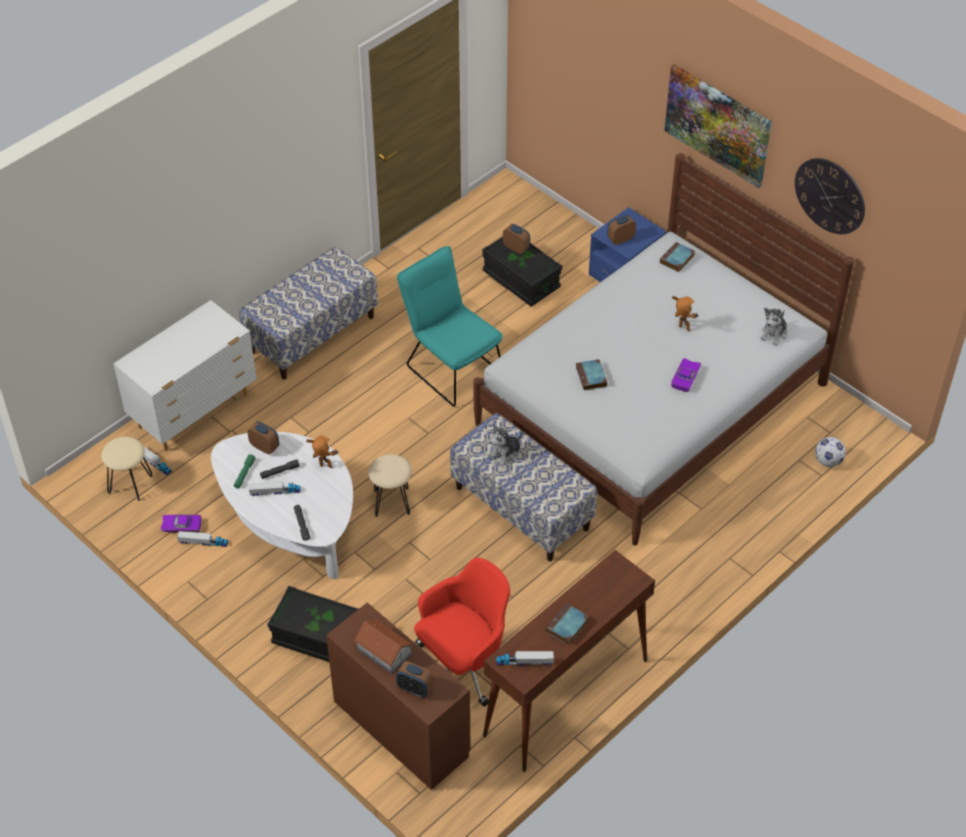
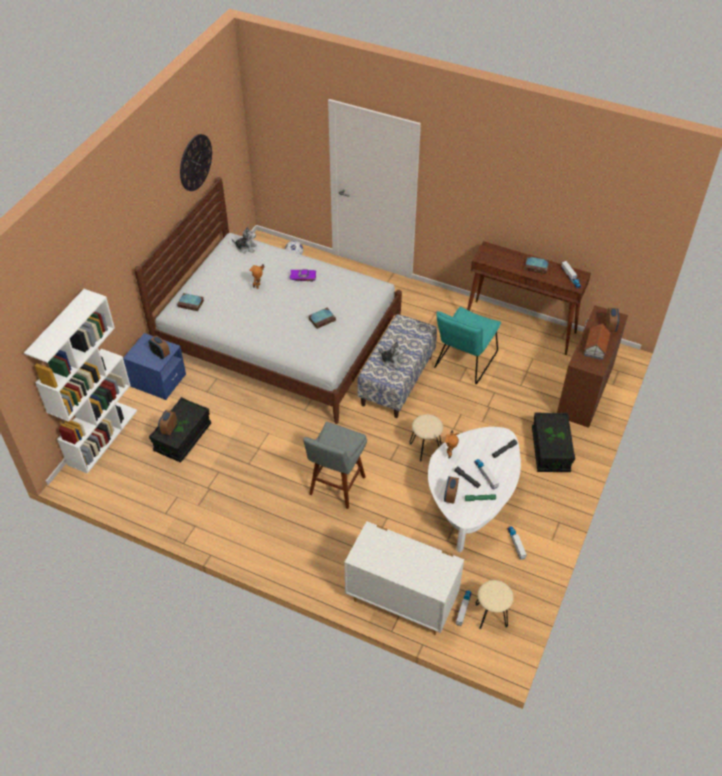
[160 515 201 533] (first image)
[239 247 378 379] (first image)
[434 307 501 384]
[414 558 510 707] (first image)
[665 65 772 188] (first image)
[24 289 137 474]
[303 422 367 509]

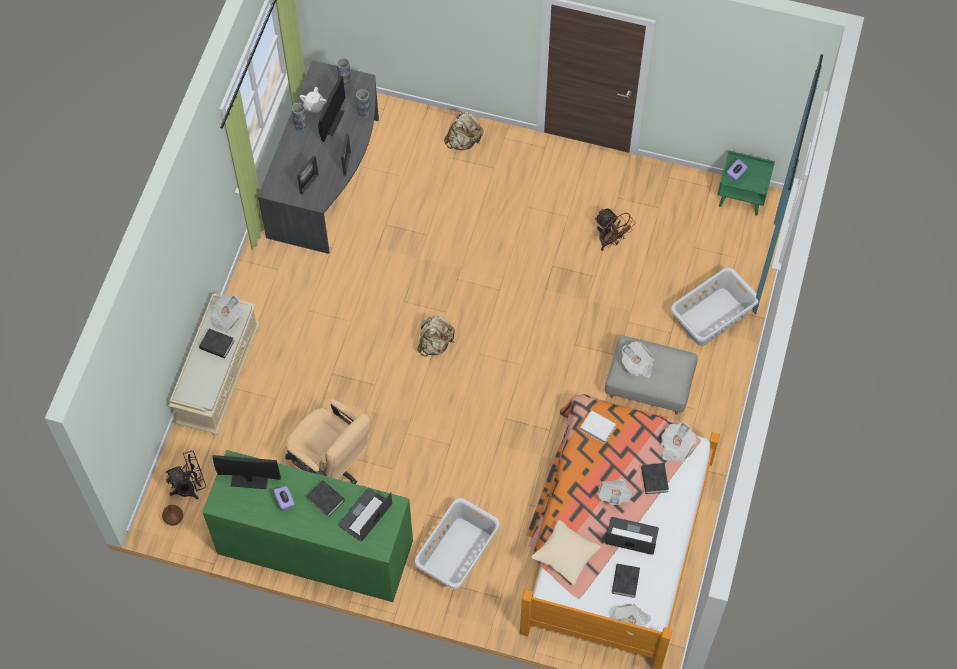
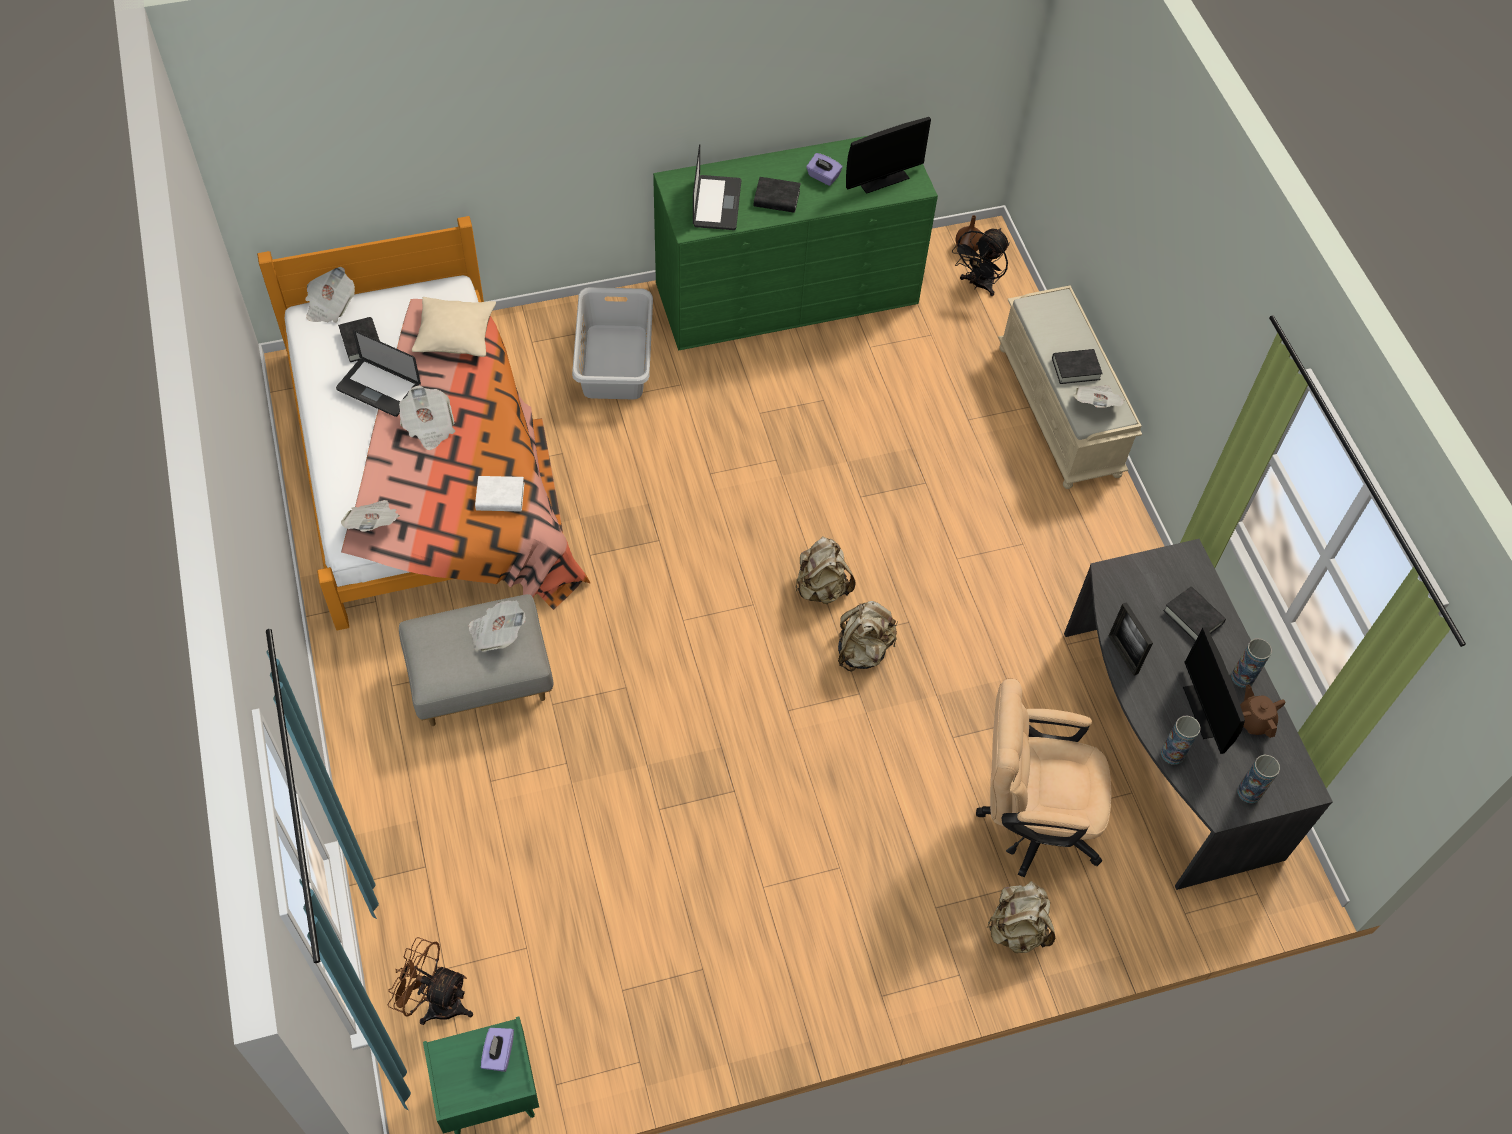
[976 679 1111 878]
[297 155 318 194] (first image)
[1240 685 1285 738]
[388 937 473 1025]
[336 330 421 417]
[1163 586 1226 641]
[671 267 759 346] (first image)
[838 601 898 671]

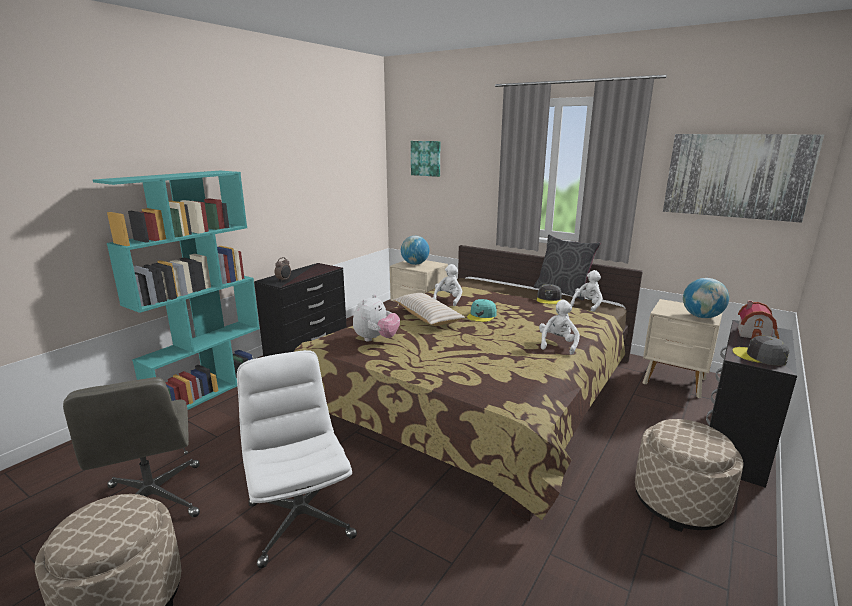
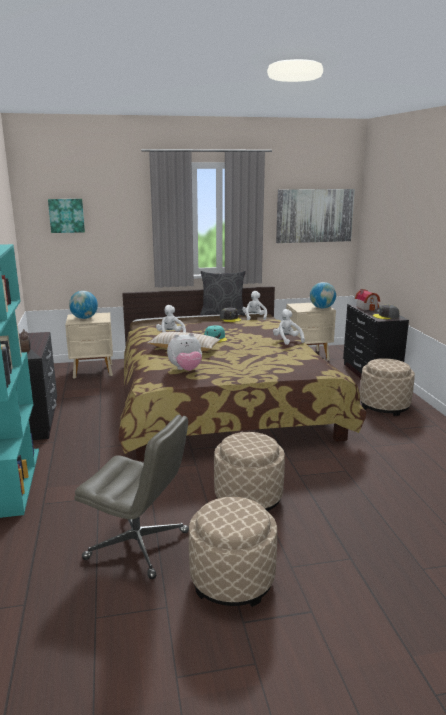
[214 432 285 511]
[167 333 202 371]

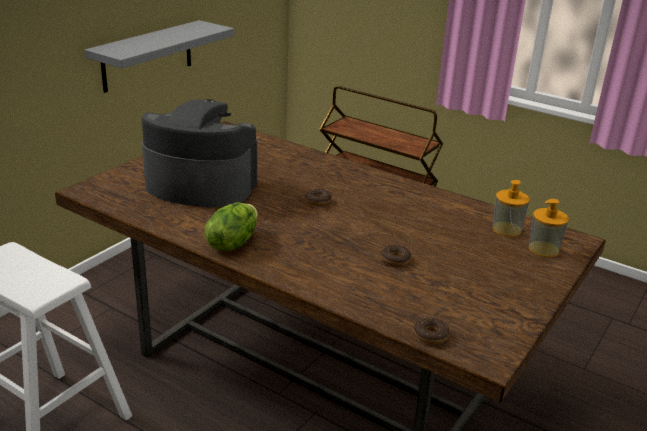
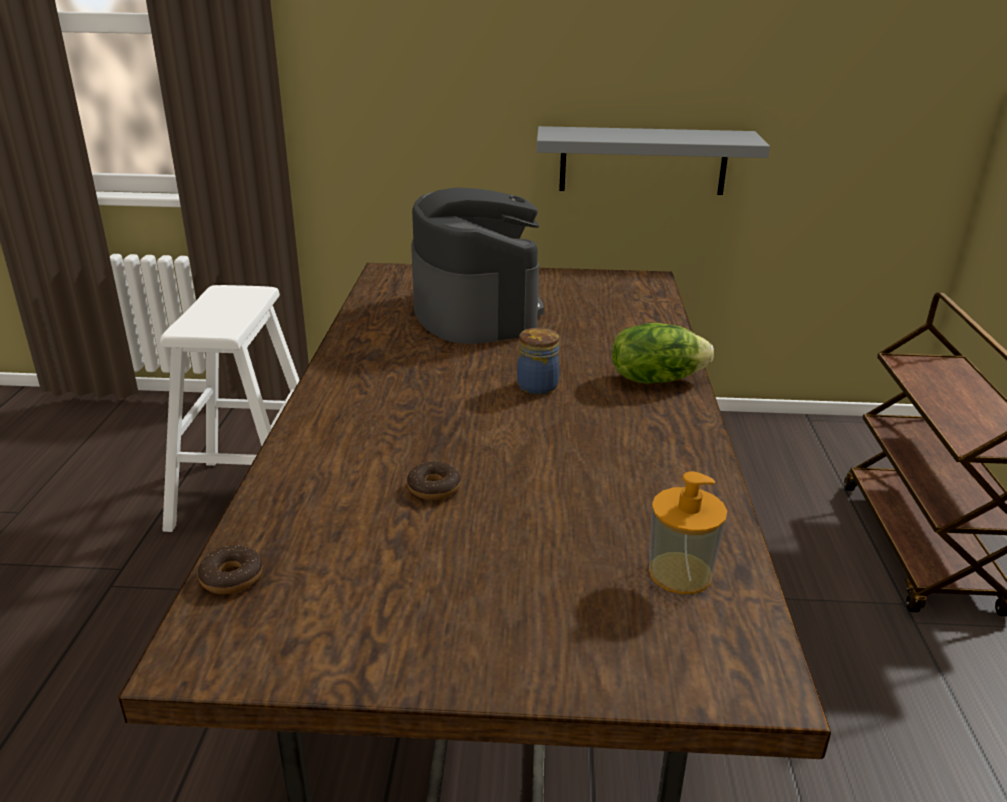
[612 323 714 384]
[517 328 559 394]
[529 199 569 257] (first image)

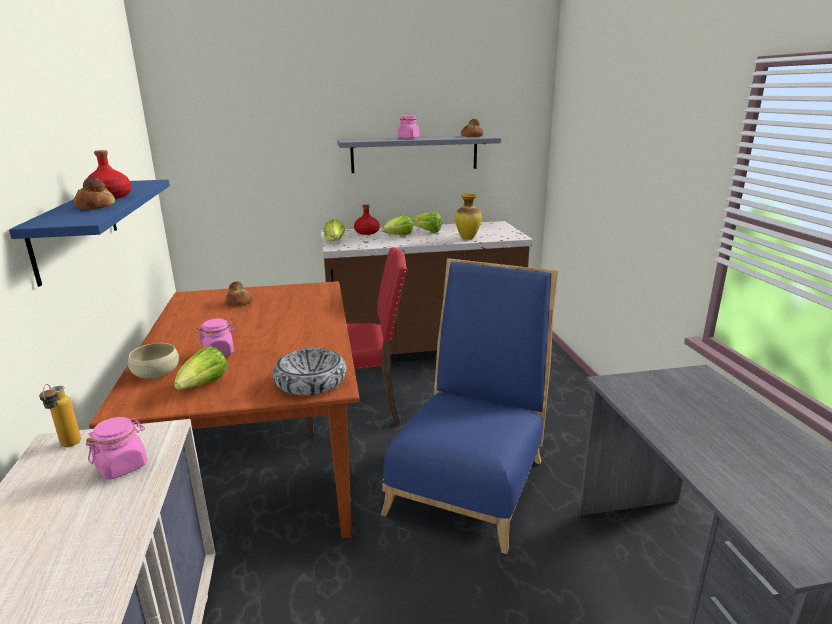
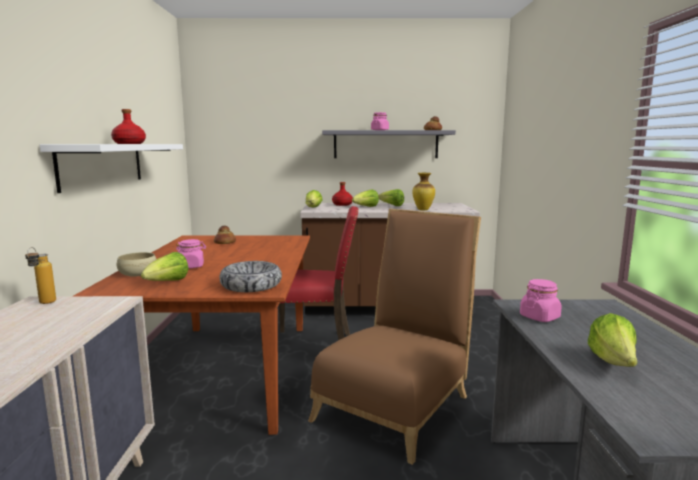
[40 144 183 193]
[73 177 115 209] (first image)
[520 279 562 322]
[308 209 481 465]
[588 313 638 367]

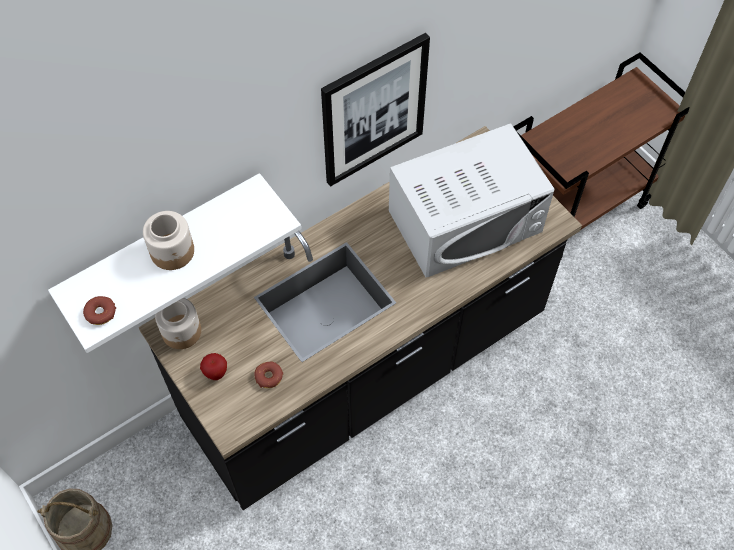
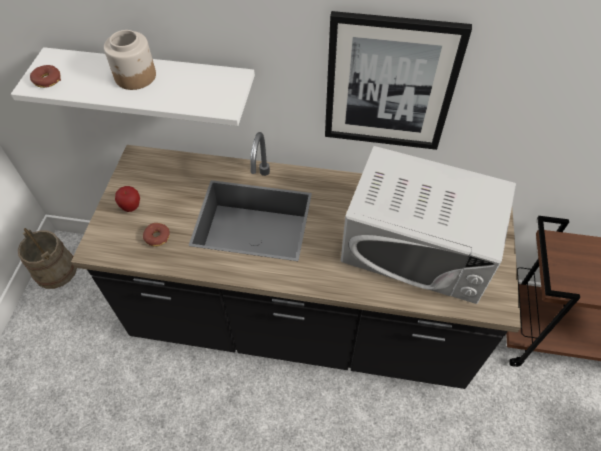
[155 298 201 349] (first image)

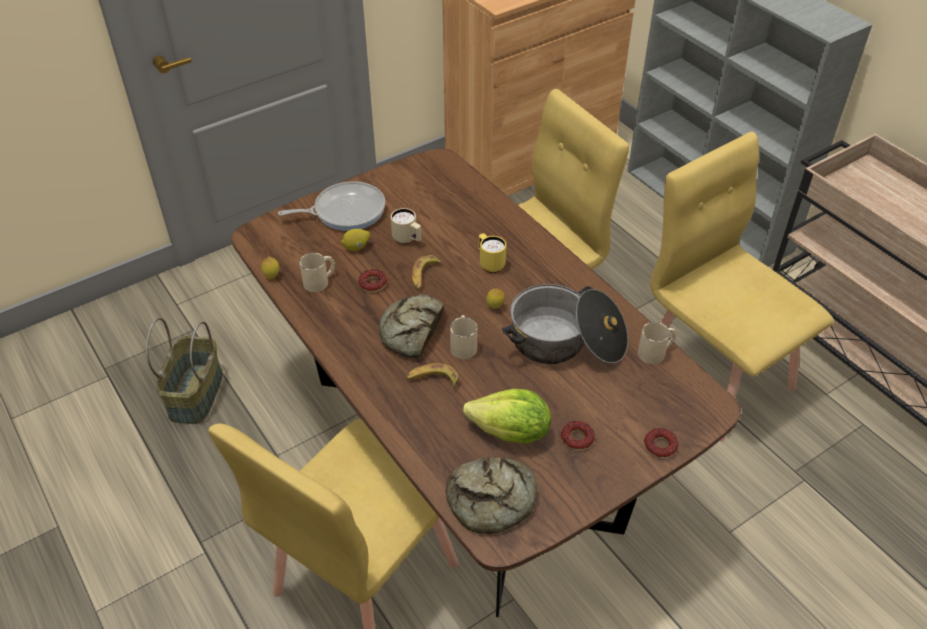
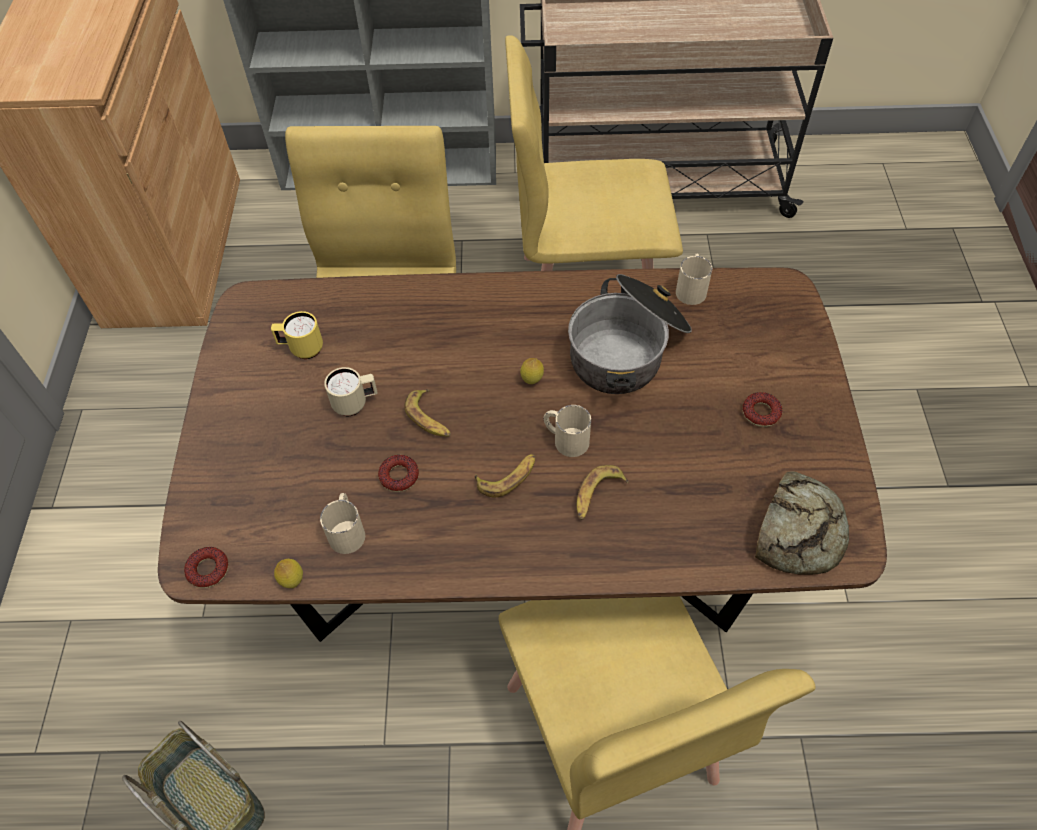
[278 181 385 231] (first image)
[341 229 370 251] (first image)
[475 454 535 497]
[463 389 551 444] (first image)
[271 311 323 359]
[184 547 229 588]

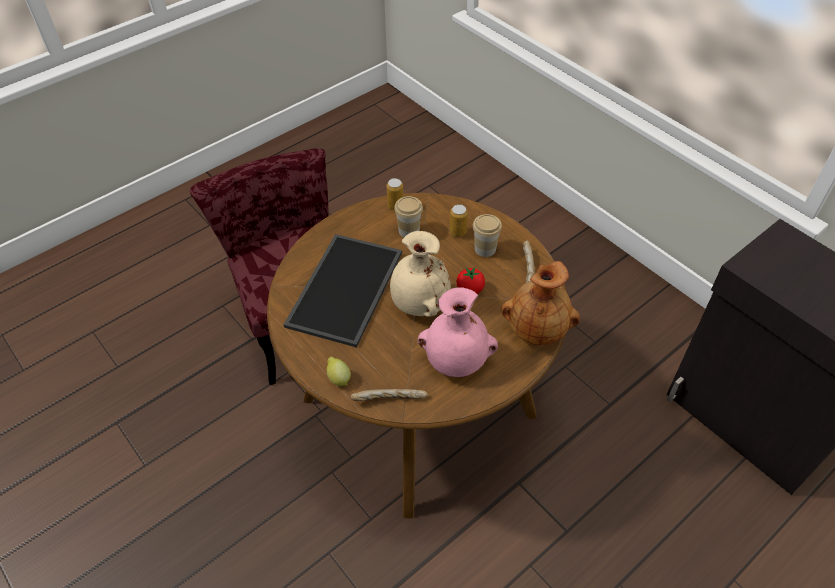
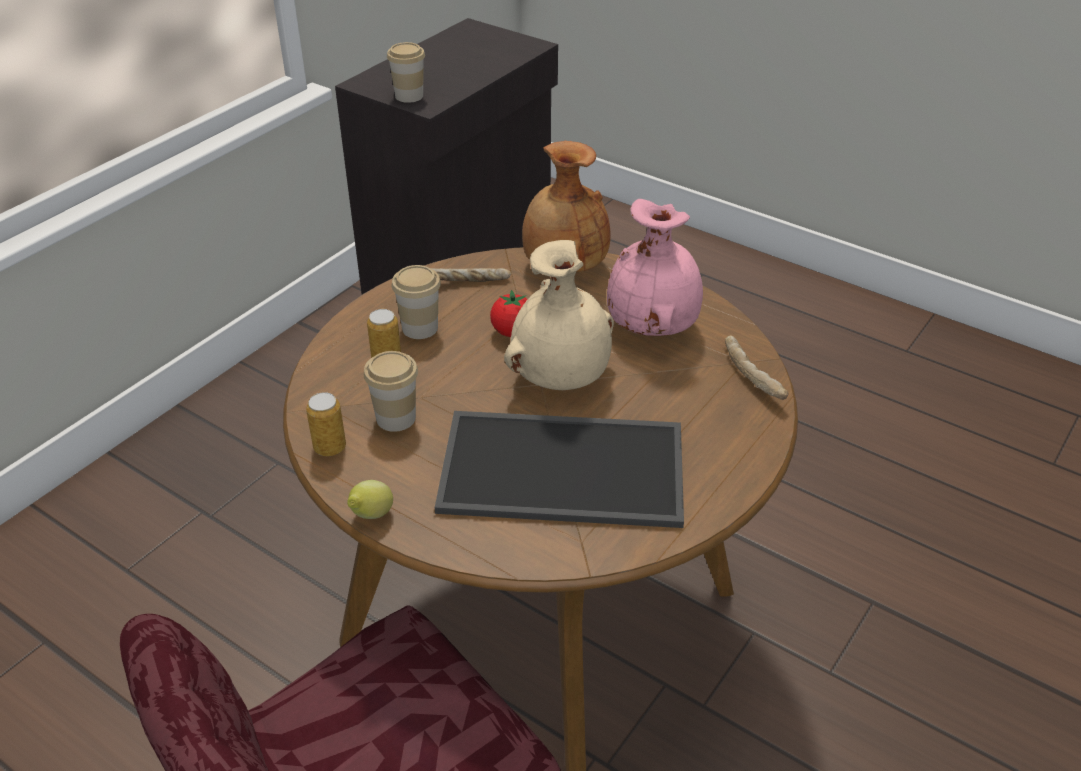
[347 480 393 519]
[387 42 425 103]

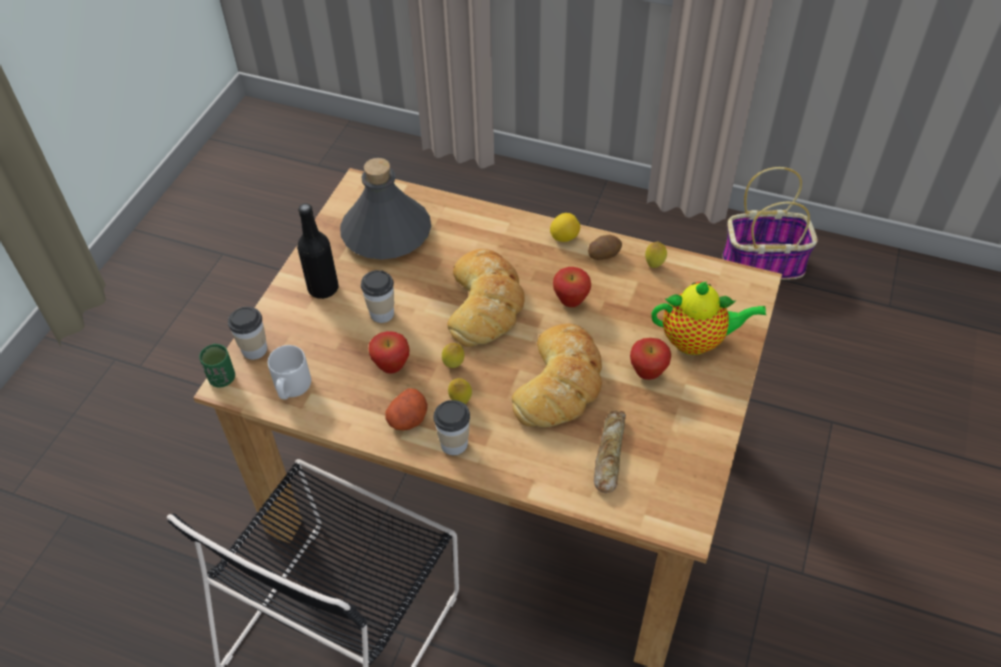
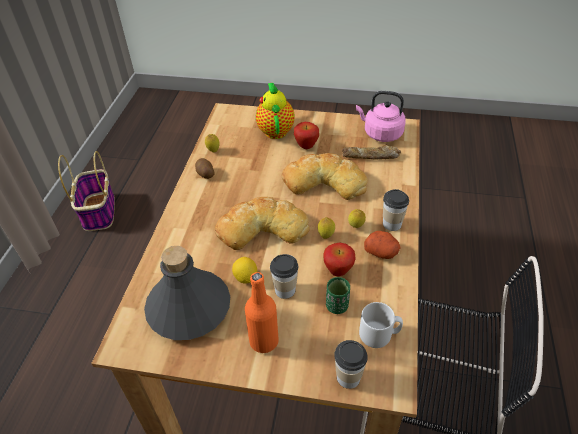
[326 277 350 314]
[245 272 279 353]
[232 257 258 284]
[553 267 591 307] (first image)
[356 91 406 142]

